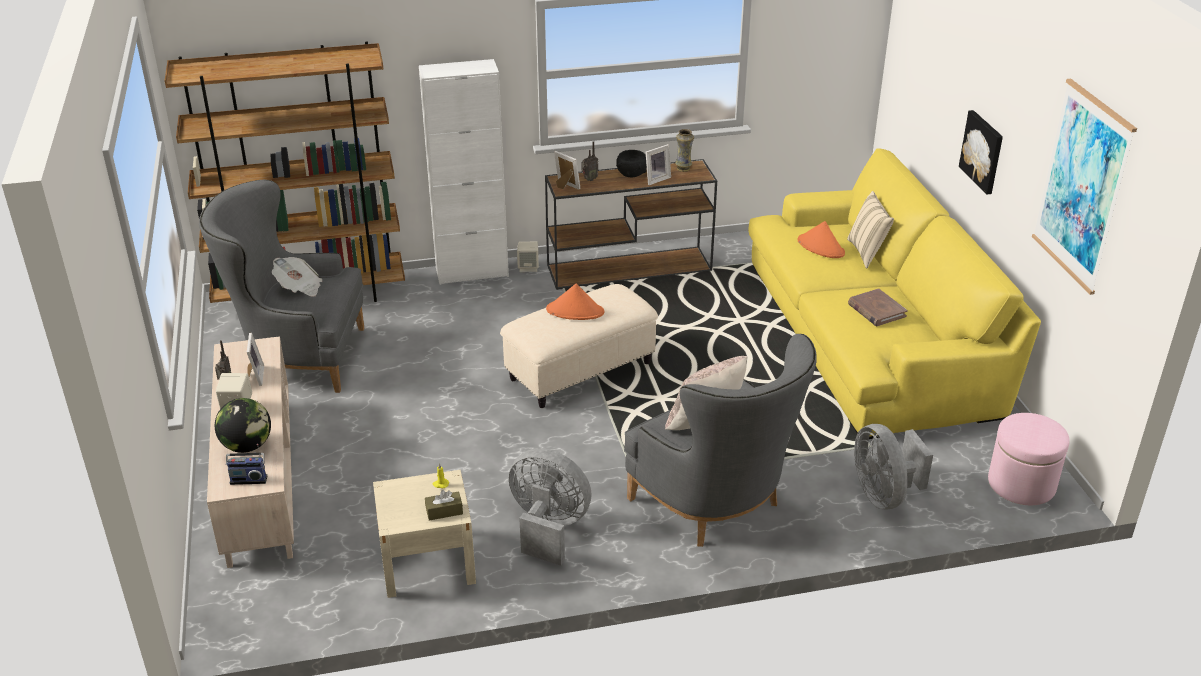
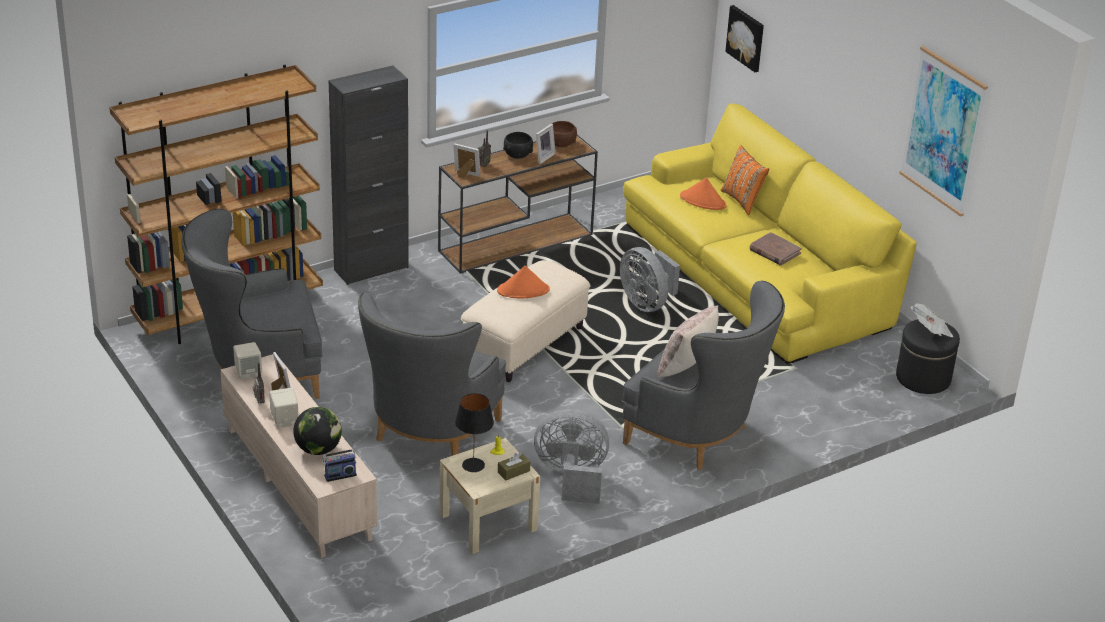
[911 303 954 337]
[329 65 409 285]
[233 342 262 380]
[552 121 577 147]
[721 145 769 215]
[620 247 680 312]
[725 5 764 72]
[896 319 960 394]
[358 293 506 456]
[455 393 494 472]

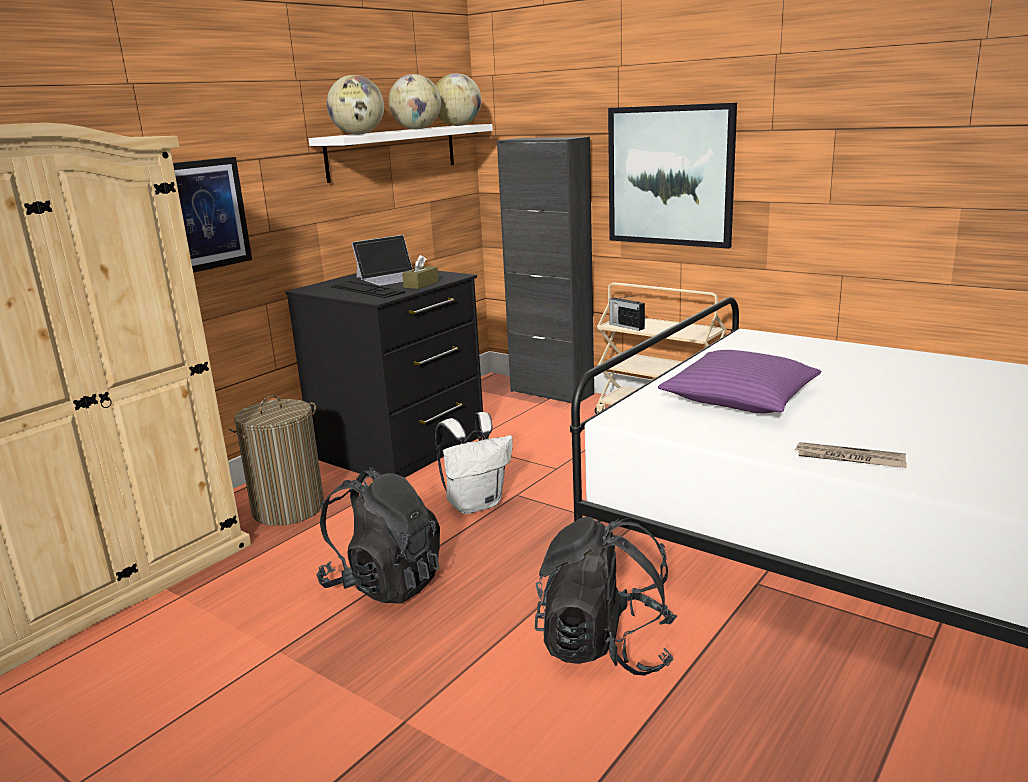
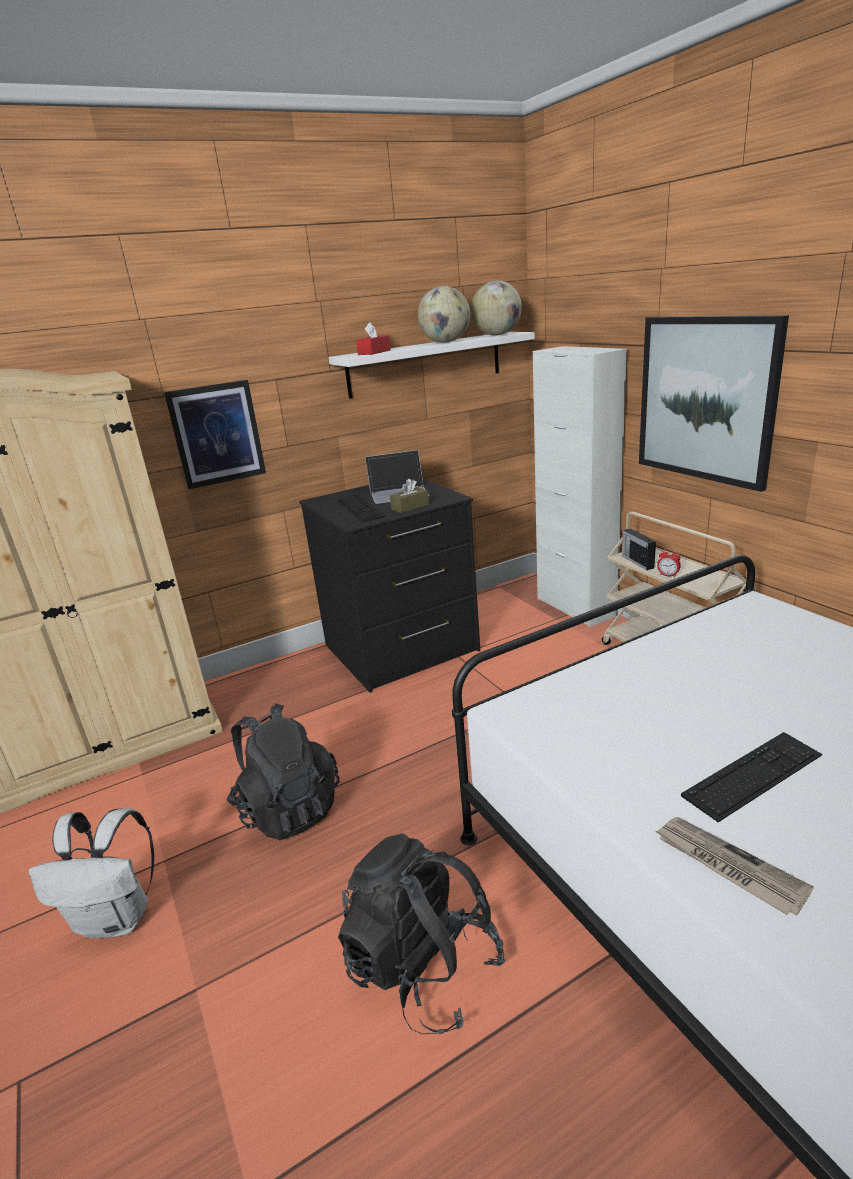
[228 395 324 526] (first image)
[356 322 391 355]
[29 808 154 938]
[533 346 627 627]
[658 350 821 413] (first image)
[657 548 681 578]
[681 732 822 822]

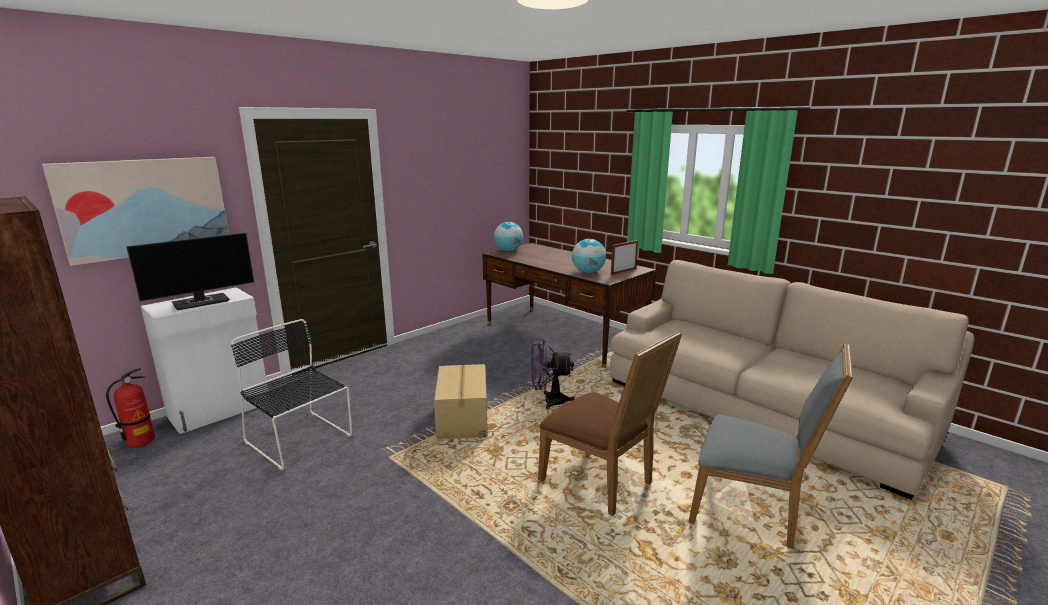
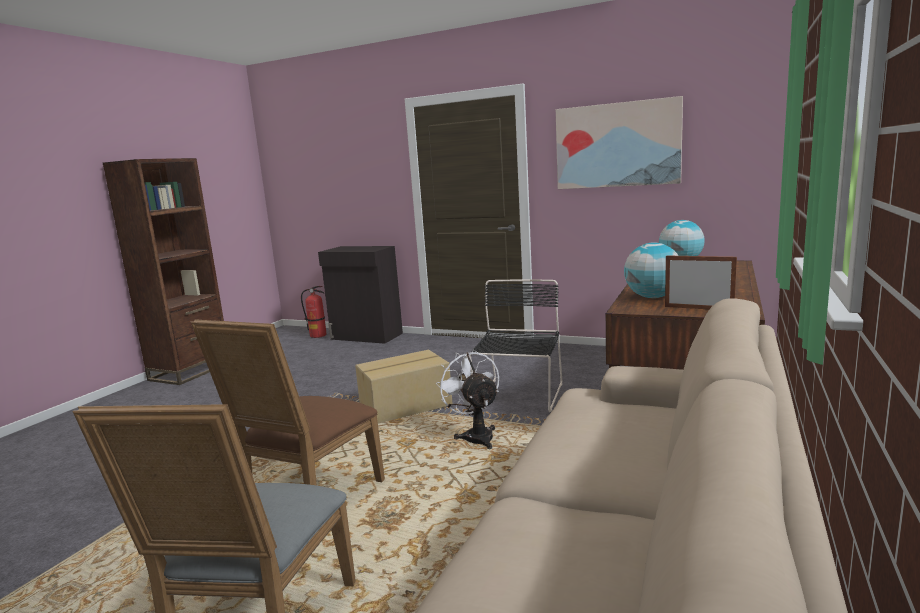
[556 96 683 189]
[126 233 254 310] (first image)
[318 246 403 344]
[469 280 563 412]
[436 350 499 449]

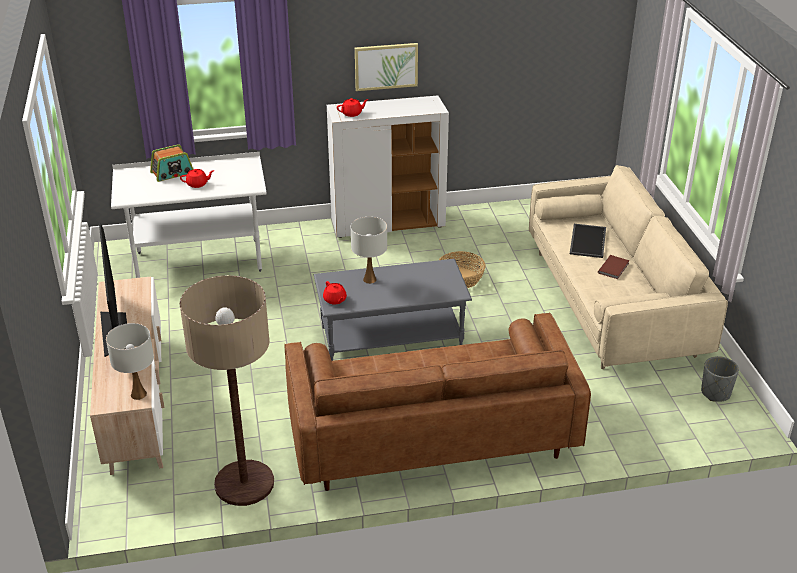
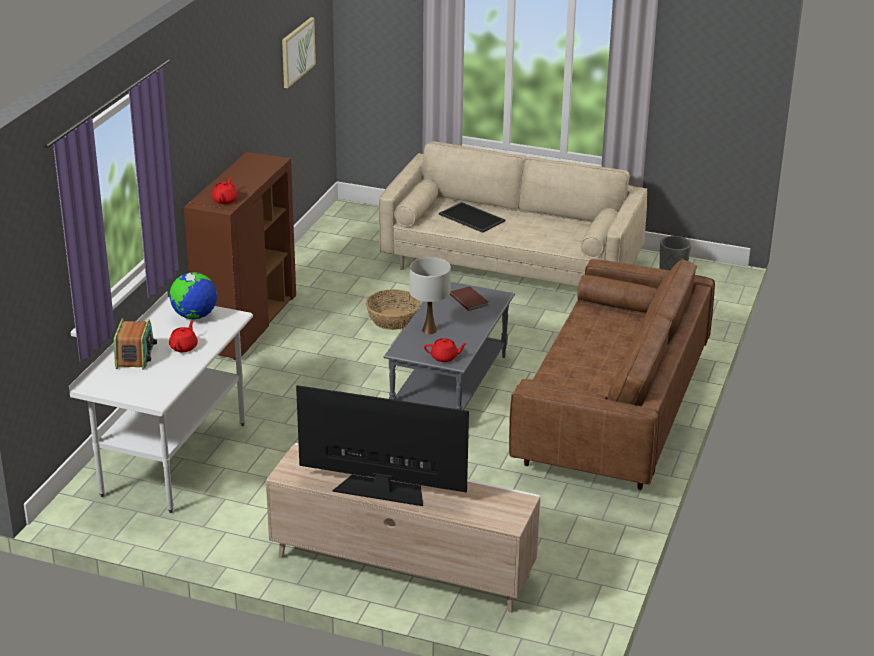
[106 323 154 400] (first image)
[180 275 274 506] (first image)
[184 152 296 360]
[282 17 316 88]
[450 286 489 311]
[170 272 217 319]

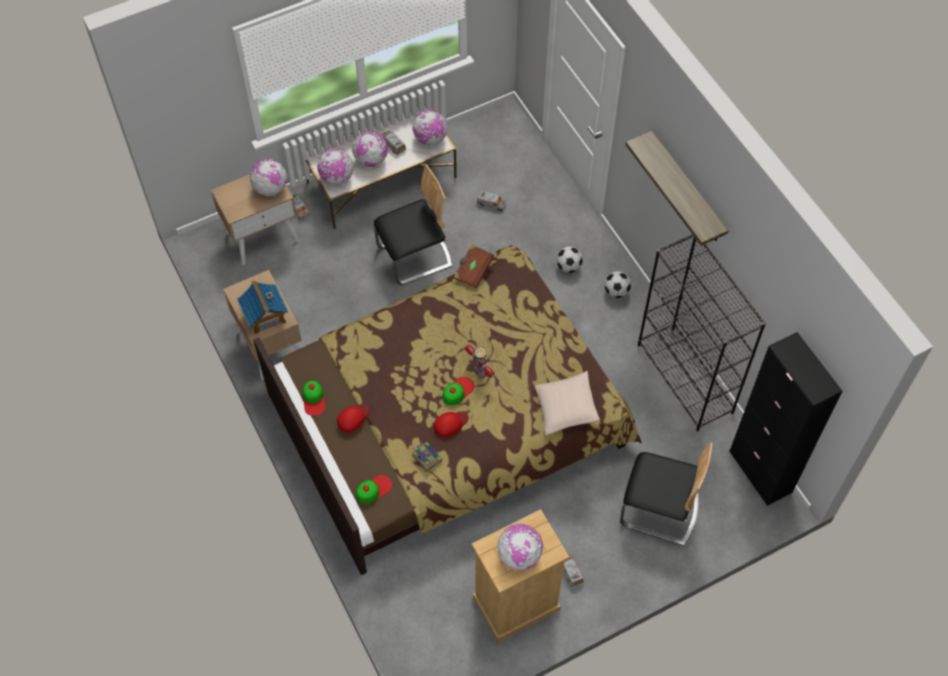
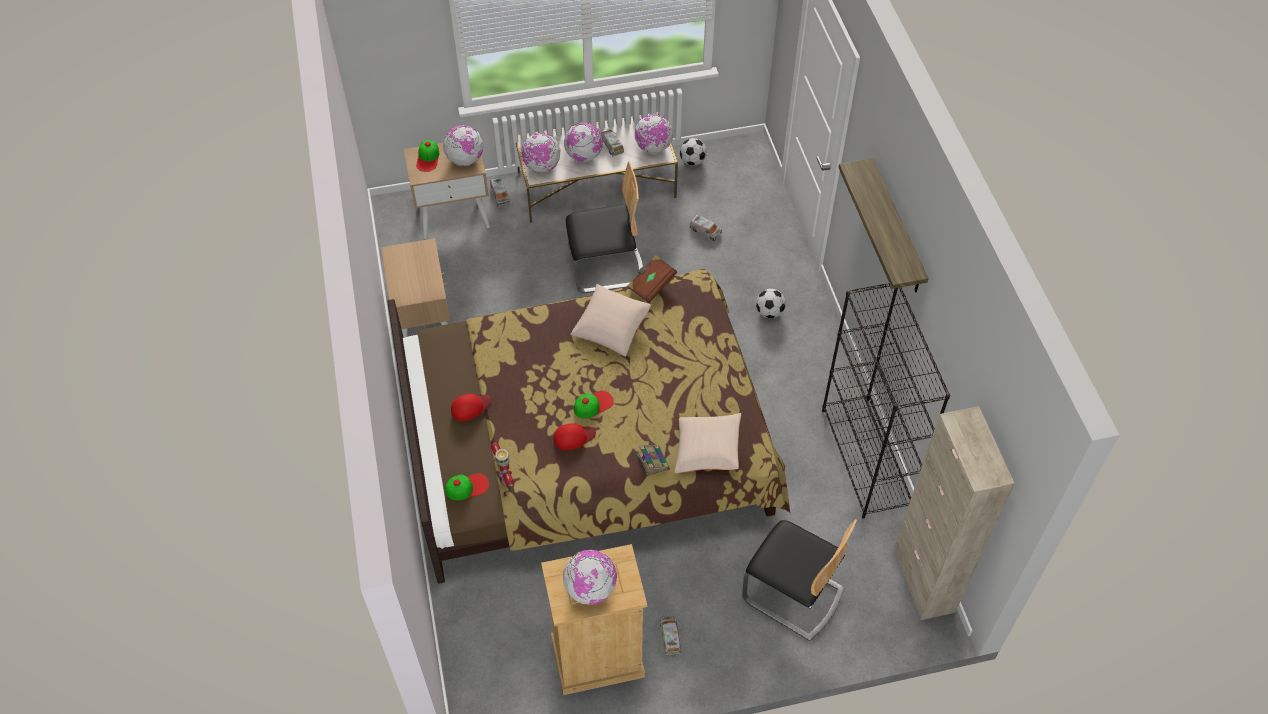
[237 280 288 334] (first image)
[416 140 439 172]
[637 444 669 477]
[491 443 515 487]
[680 138 707 166]
[893 406 1015 620]
[570 284 651 357]

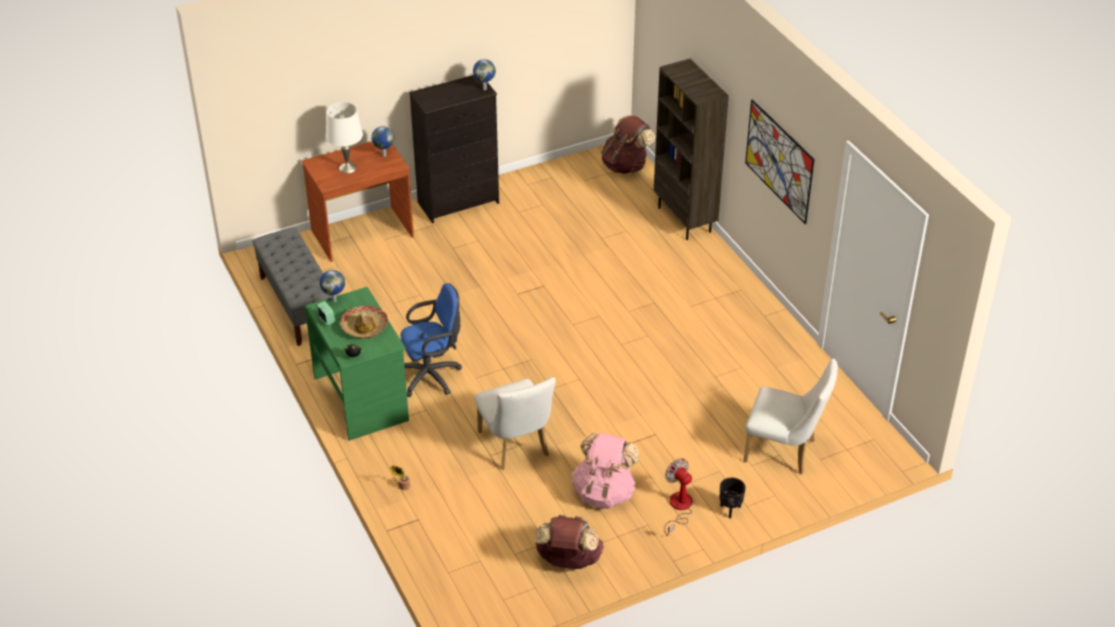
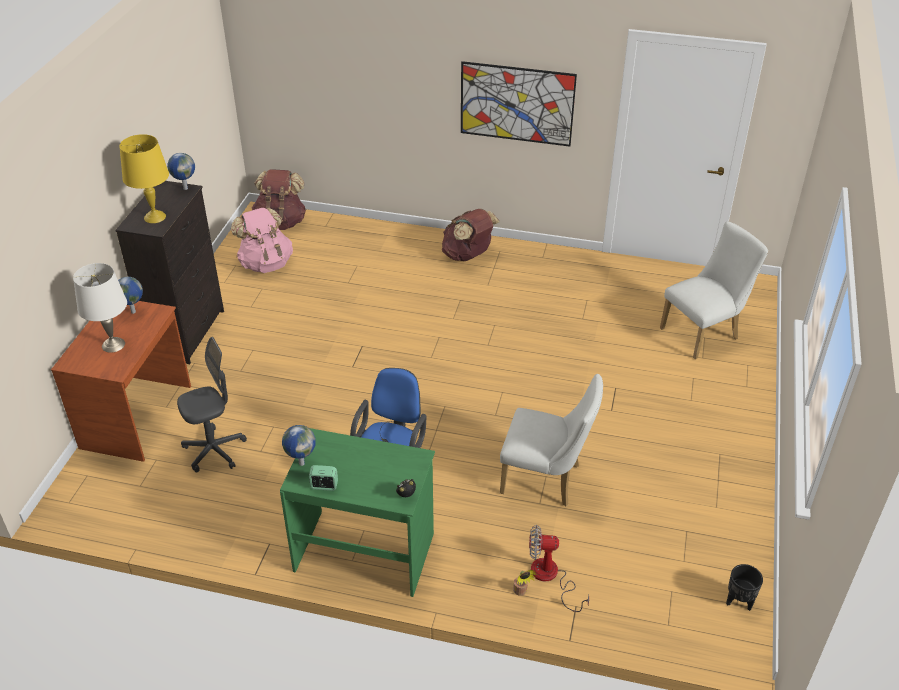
[252 228 332 346] (first image)
[340 306 388 339] (first image)
[442 209 500 261]
[231 208 293 273]
[654 58 729 240] (first image)
[529 525 589 612]
[726 564 763 611]
[119 134 169 223]
[177 337 247 472]

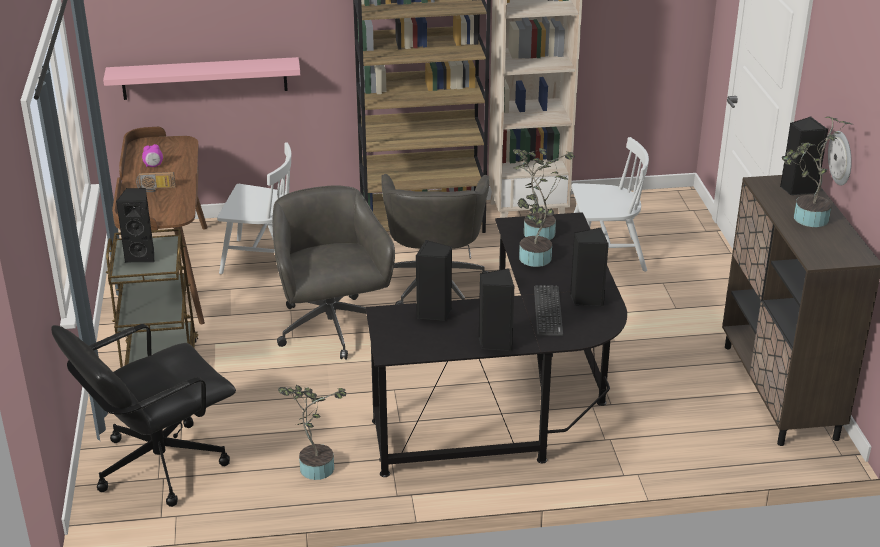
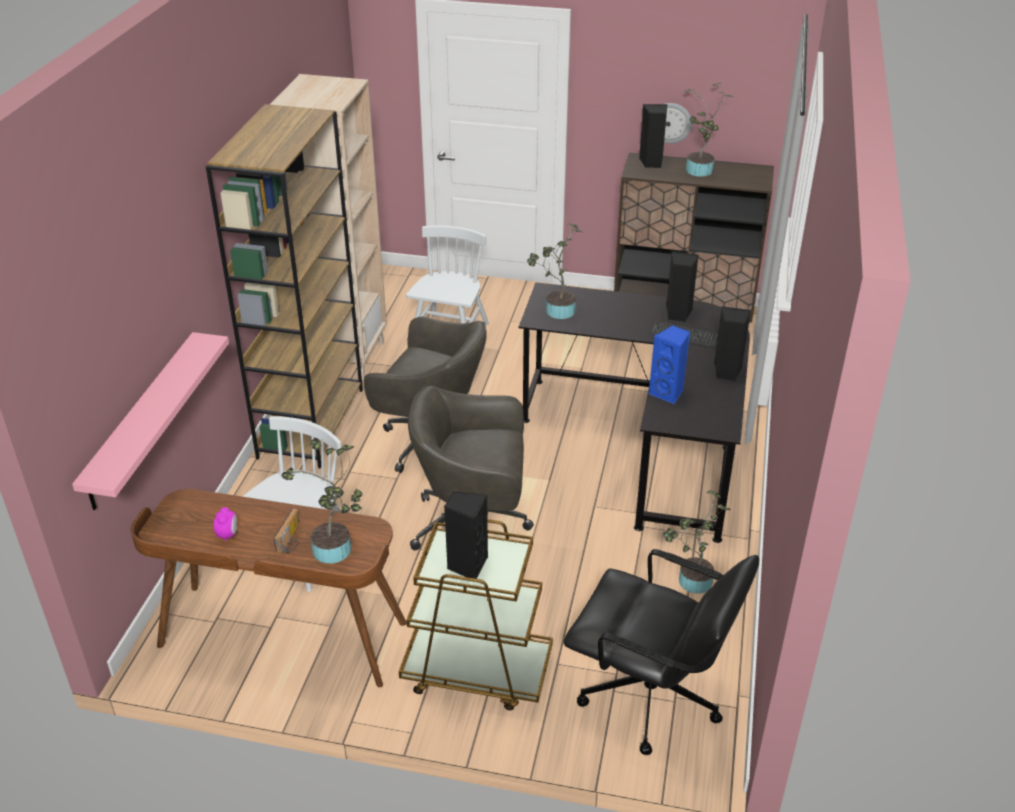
[563 549 759 755]
[649 325 690 404]
[282 439 363 564]

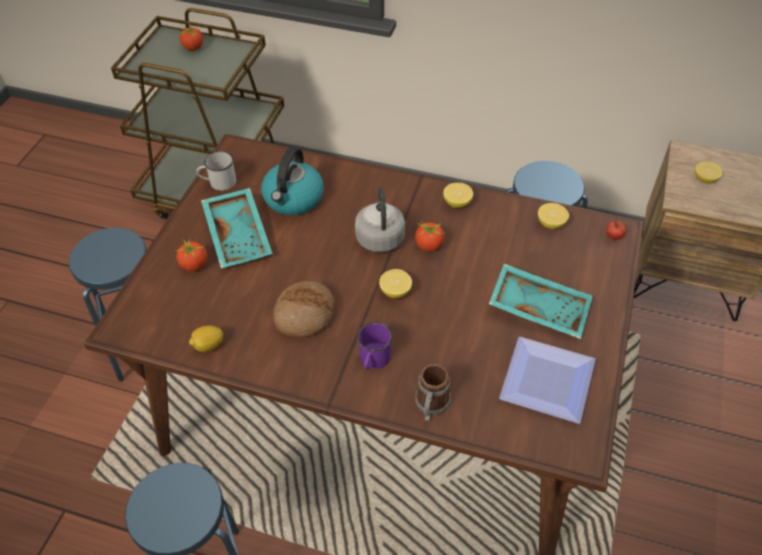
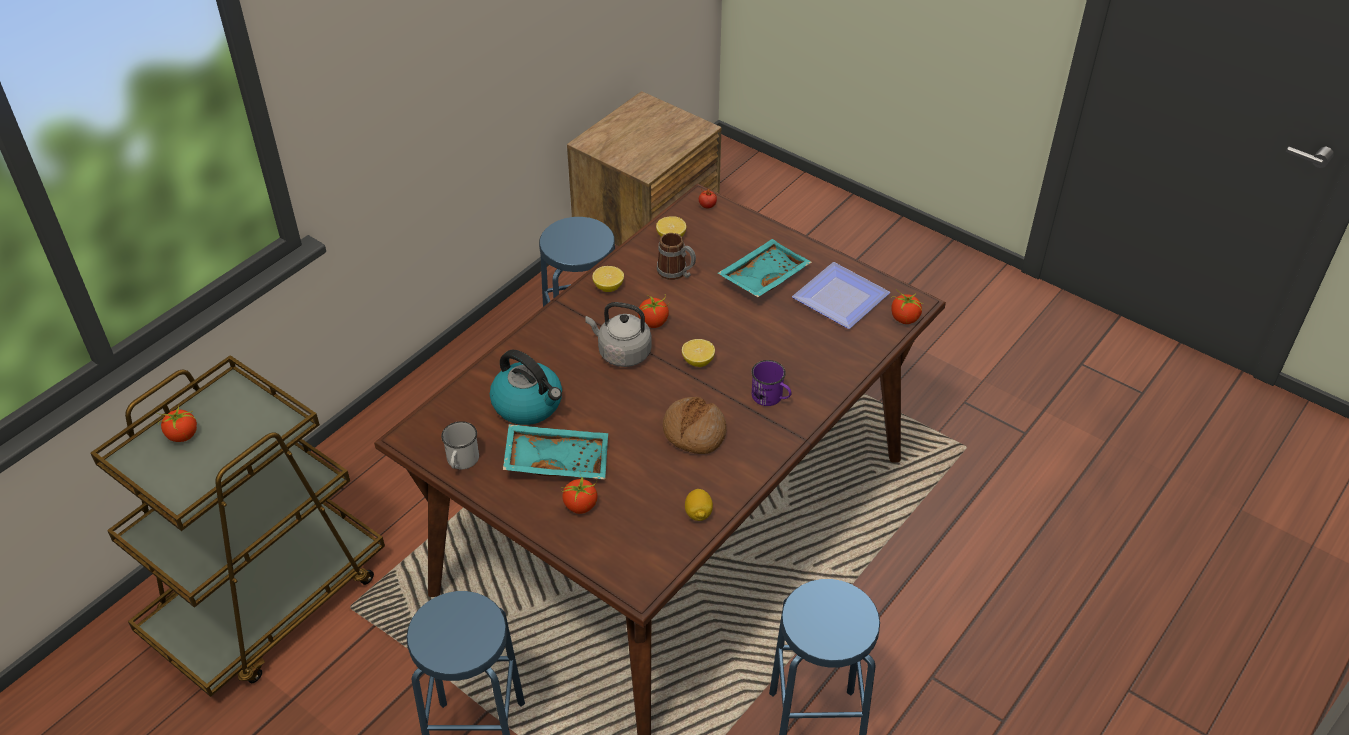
[657 233 696 280]
[695 161 723 184] (first image)
[891 289 923 324]

